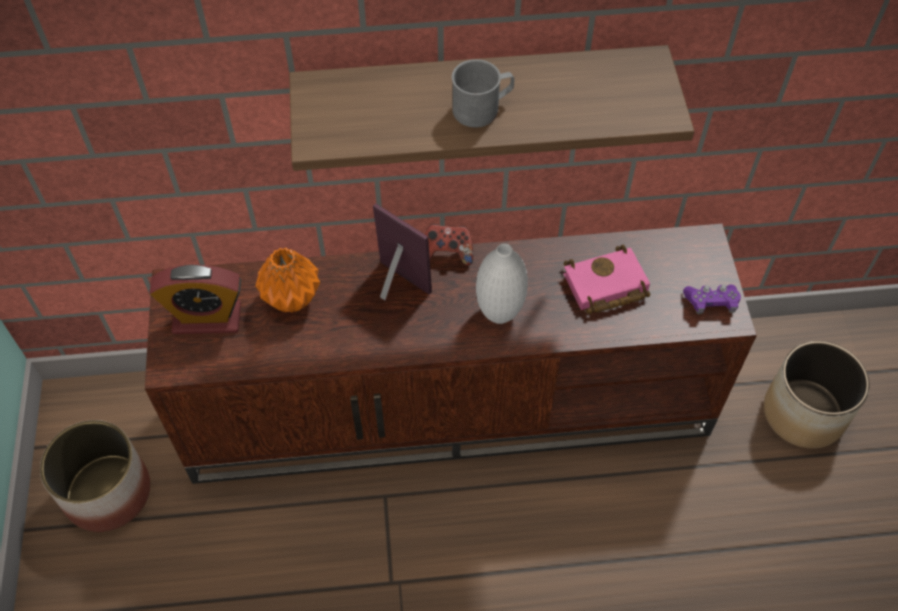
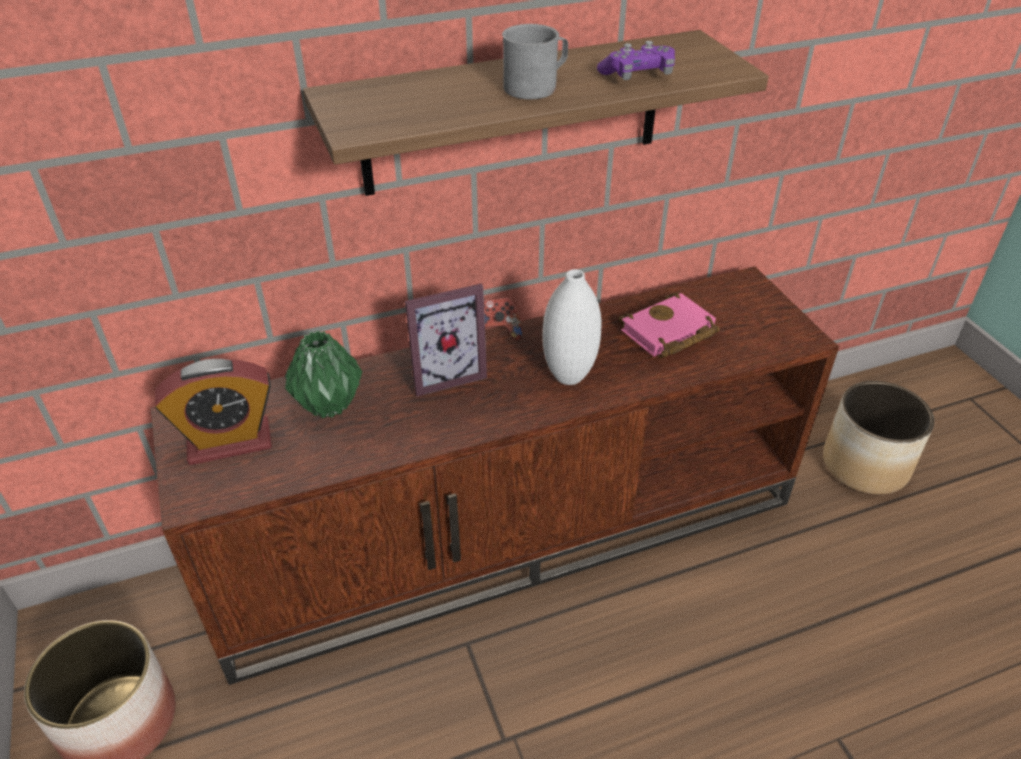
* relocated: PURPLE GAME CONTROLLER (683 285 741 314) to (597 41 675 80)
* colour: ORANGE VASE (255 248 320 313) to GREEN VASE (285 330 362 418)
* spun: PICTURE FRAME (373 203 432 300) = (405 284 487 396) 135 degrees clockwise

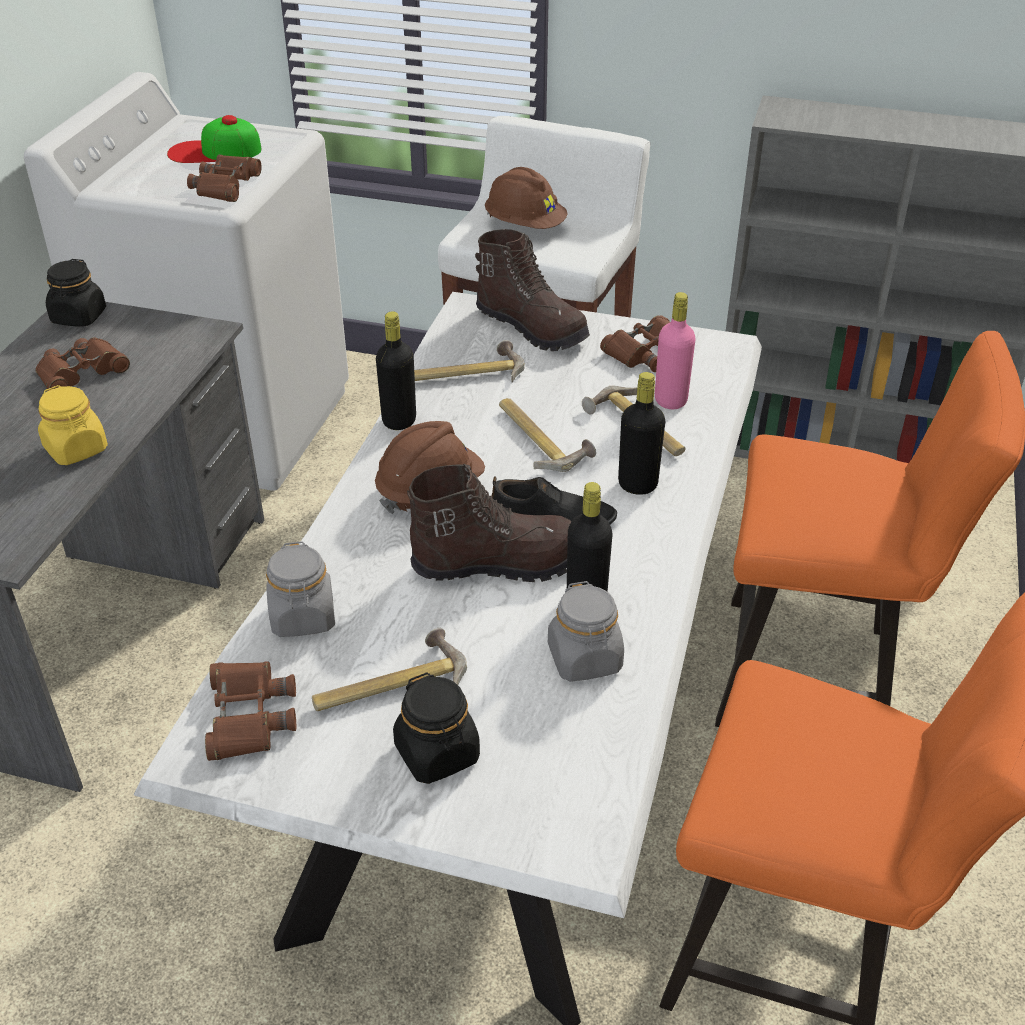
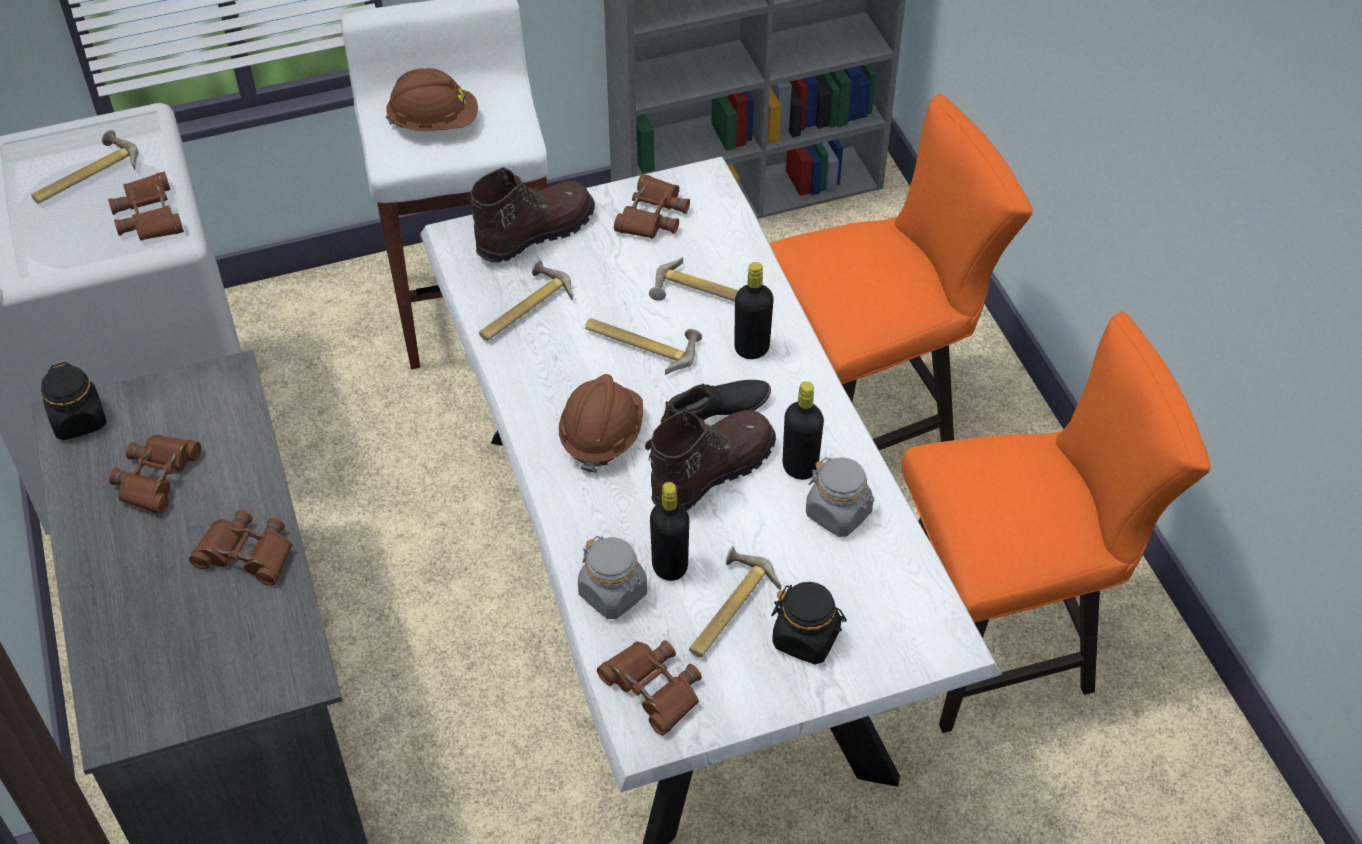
* missing: PINK BOTTLE (655 292 696 409)
* relocated: BLACK BOTTLE (376 311 416 430) to (650 482 689 581)
* exchanged: YELLOW JAR (38 385 108 465) to BROWN BINOCULARS (189 510 292 586)
* exchanged: CAP (167 115 261 163) to HAMMER (31 130 139 203)
* spun: BROWN BOOT (475 229 590 351) = (467 167 595 263) 45 degrees counterclockwise

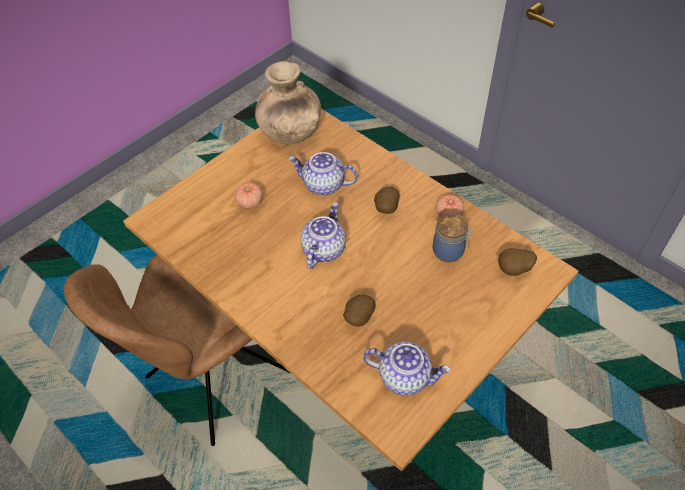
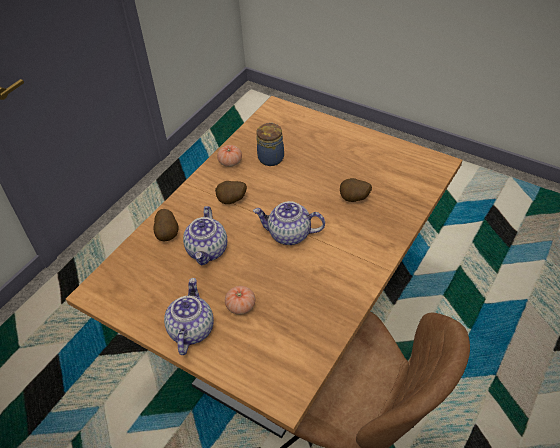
* missing: BROWN VASE (255 61 321 144)
* relocated: TEAPOT (363 342 451 396) to (164 278 214 355)
* relocated: POTATO (498 248 537 276) to (153 209 179 241)

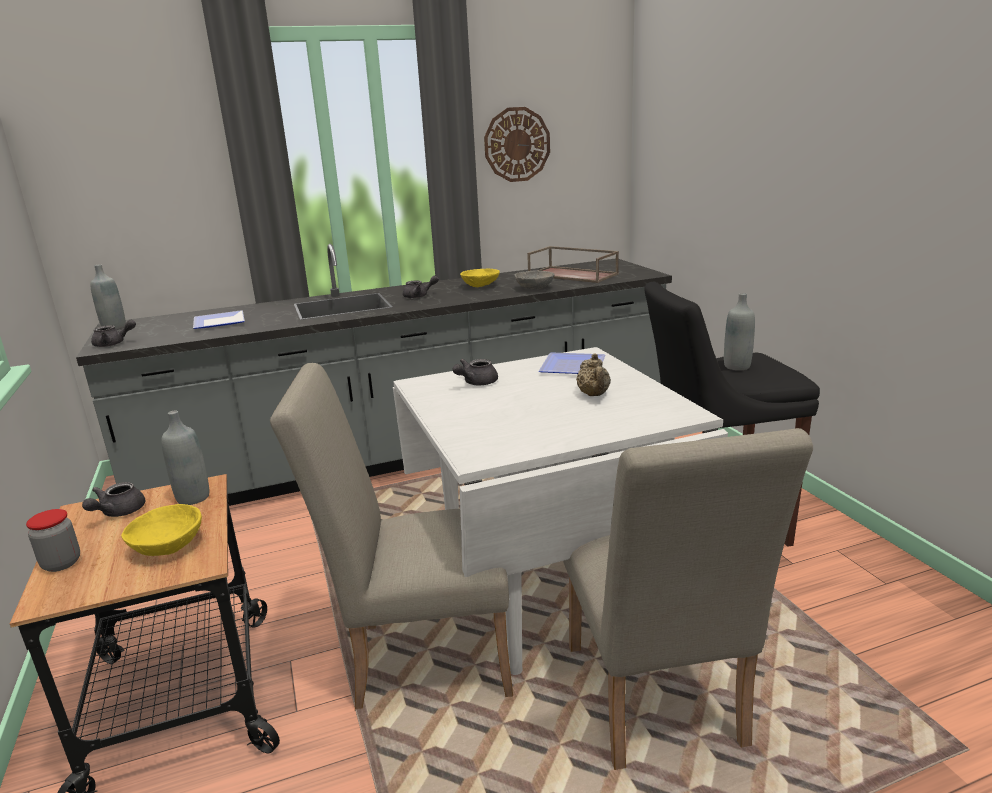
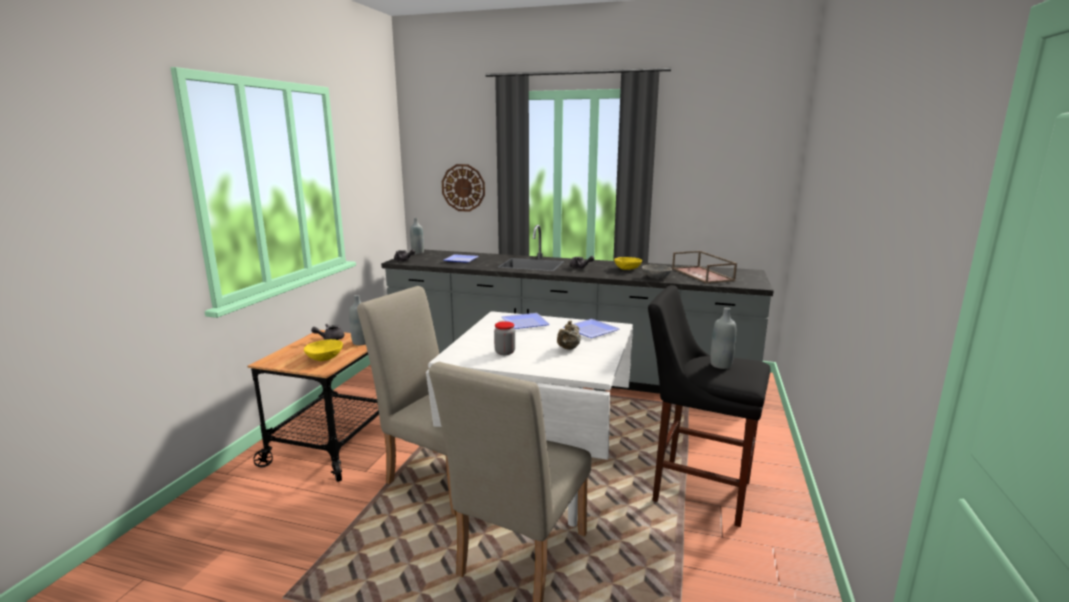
* relocated: JAR (26 509 80 572) to (494 321 515 355)
* relocated: WALL CLOCK (484 107 550 182) to (442 164 485 212)
* exchanged: GREY TEAPOT (452 359 498 385) to PLATE (502 313 550 329)

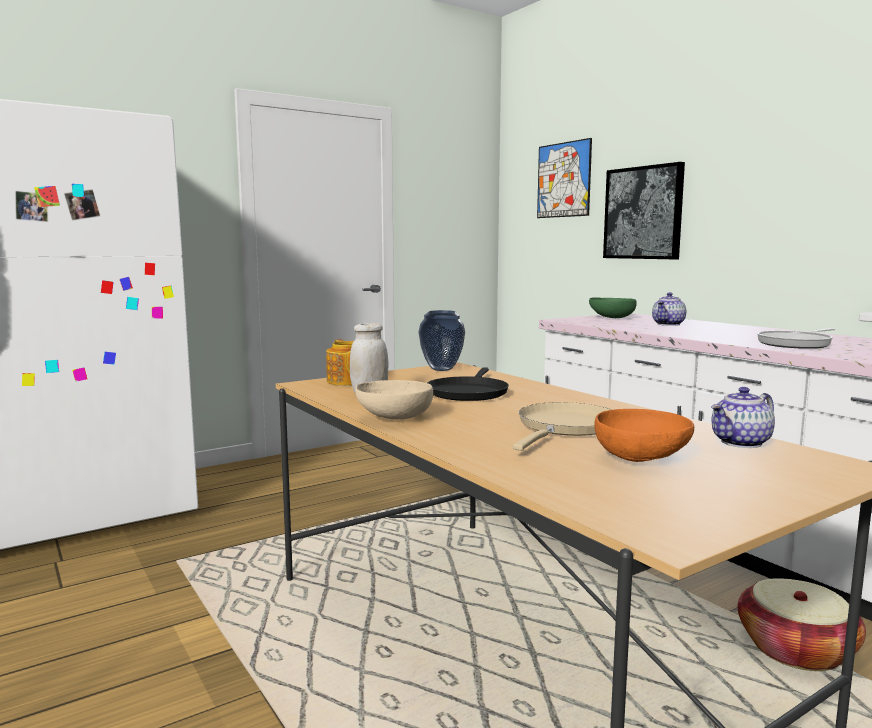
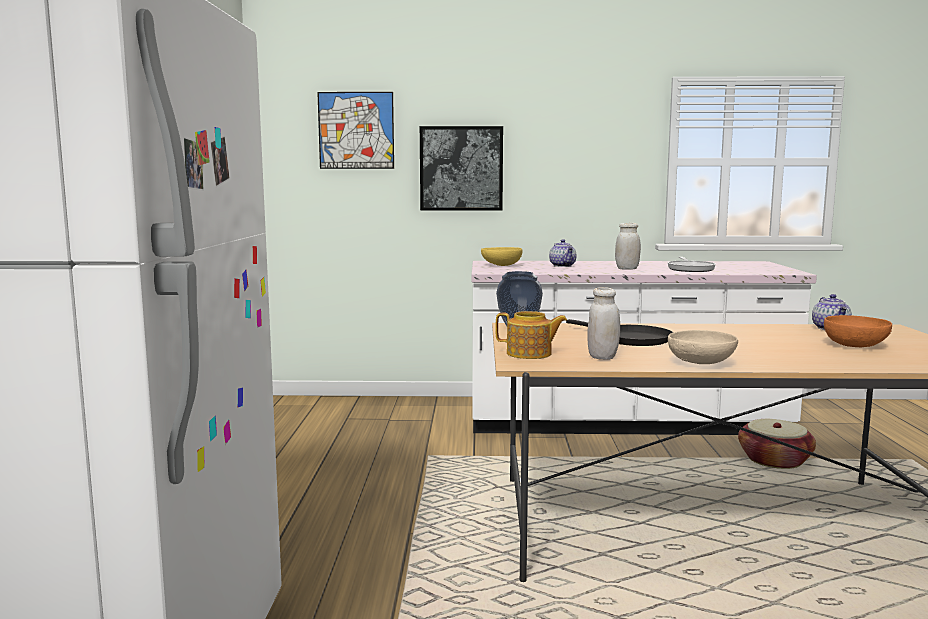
* missing: BEIGE FRYING PAN (513 402 611 451)
* appeared: WHITE JAR (615 223 641 270)
* colour: GREEN BOWL (589 297 637 318) to YELLOW BOWL (481 247 522 266)

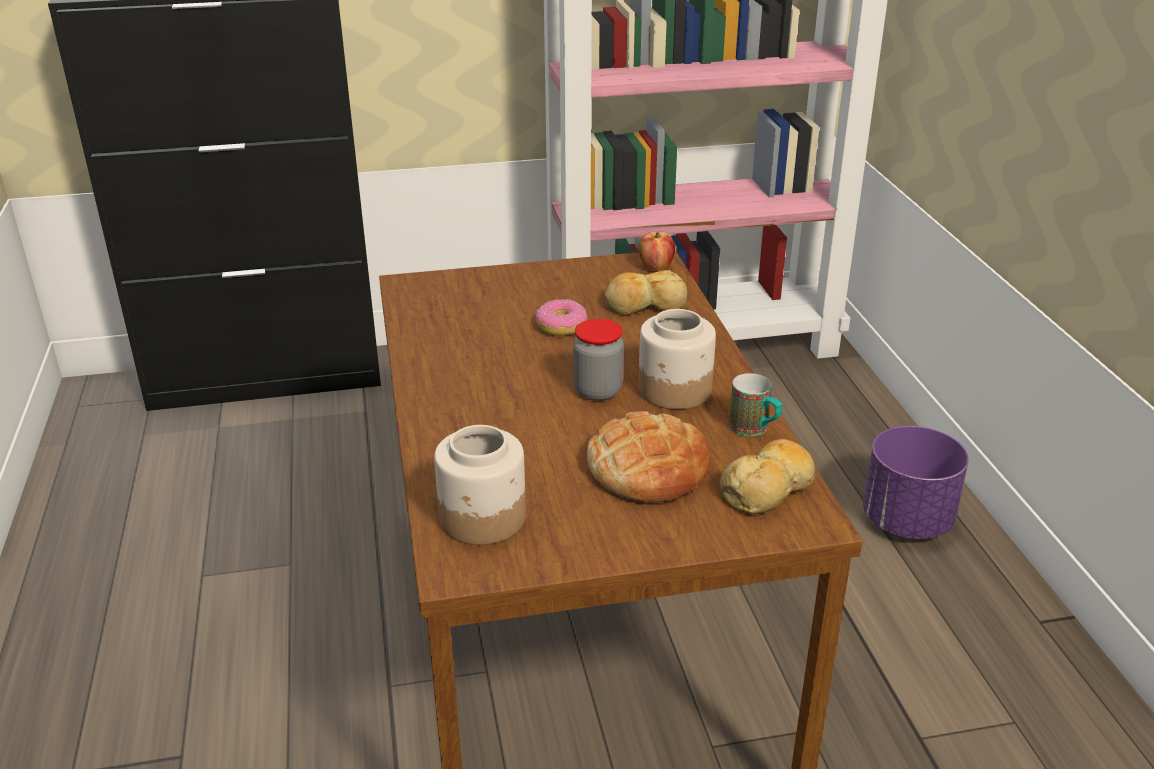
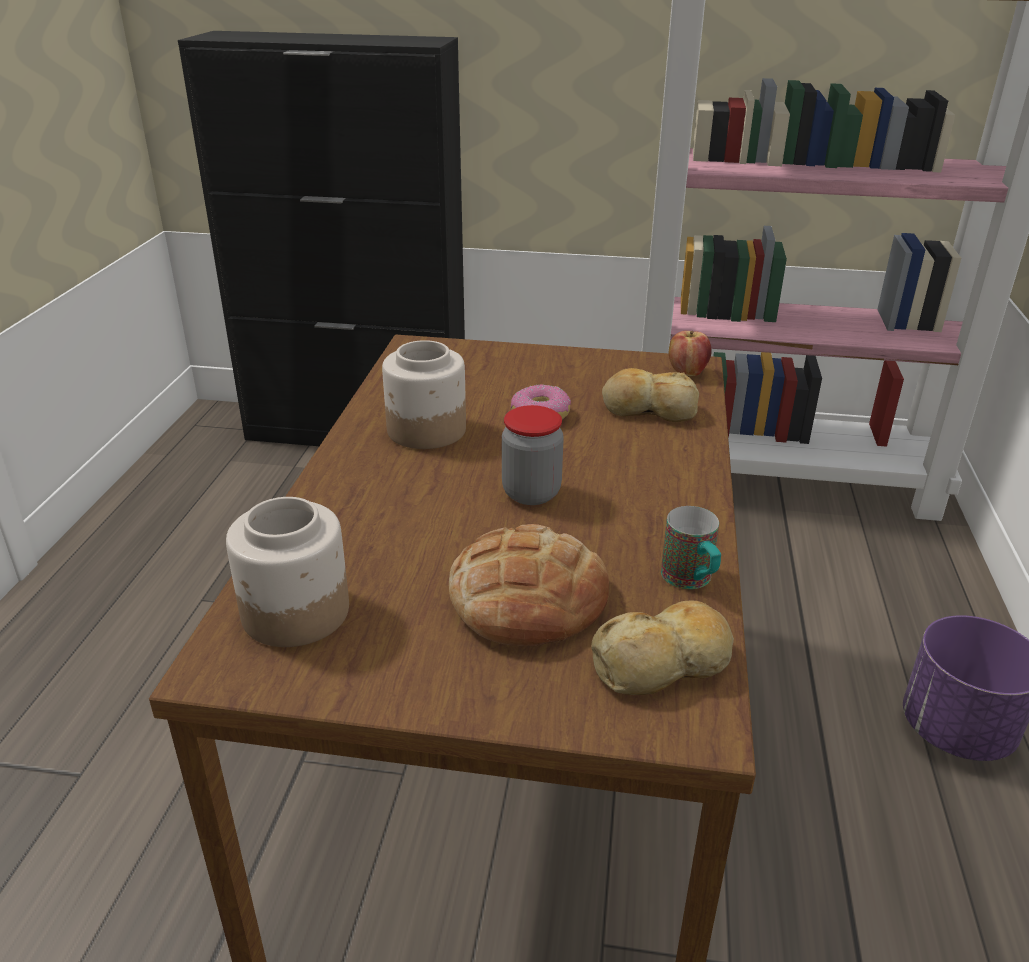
* relocated: JAR (639 309 716 409) to (382 340 466 449)

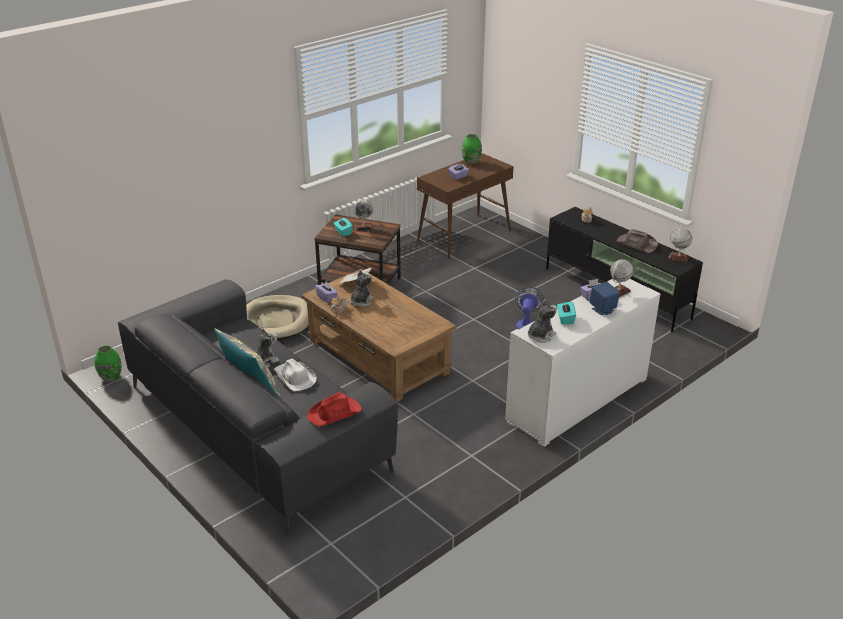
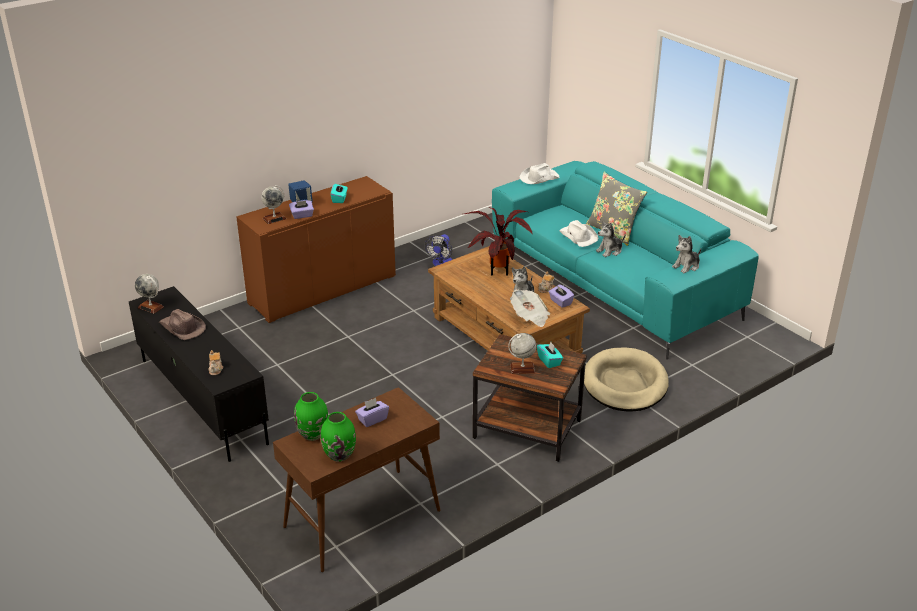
* appeared: POTTED PLANT (464 207 532 276)
* relocated: GREEN VASE (94 346 122 382) to (294 392 328 441)
* relocated: FAN (515 287 544 329) to (425 234 452 266)
* relocated: PLUSH TOY (528 300 557 343) to (672 235 701 273)
* colour: GREY SOFA (118 279 398 535) to TURQUOISE SOFA (492 161 759 360)
* colour: RED HAT (307 392 362 426) to WHITE HAT (519 163 560 184)
* colour: WHITE CABINET (505 279 661 447) to BROWN CABINET (236 176 396 323)

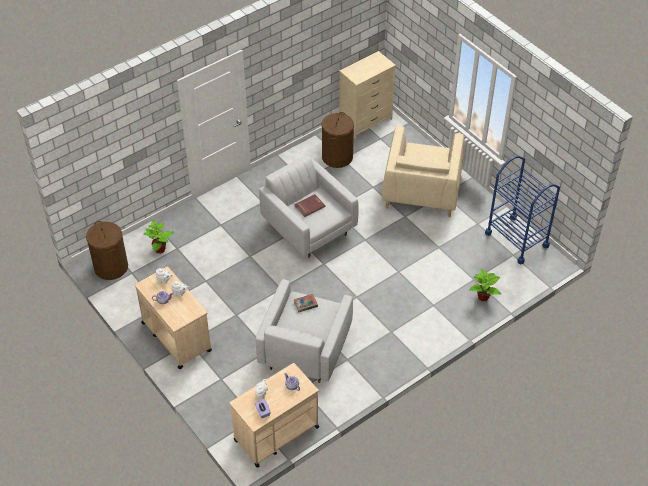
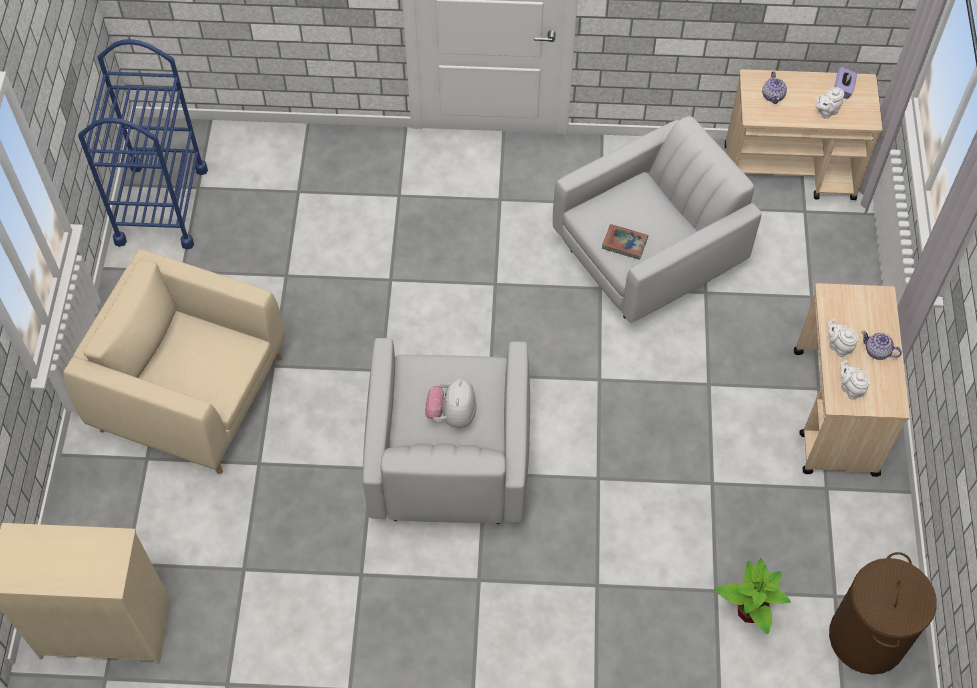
* missing: BROWN LAUNDRY BASKET (322 112 354 168)
* missing: POTTED PLANT (469 269 501 301)
* exchanged: RED BOOK (295 194 325 217) to PLUSH TOY (425 378 477 428)
* spun: BEIGE ARMCHAIR (382 126 464 217) = (63 249 286 474) 120 degrees counterclockwise

